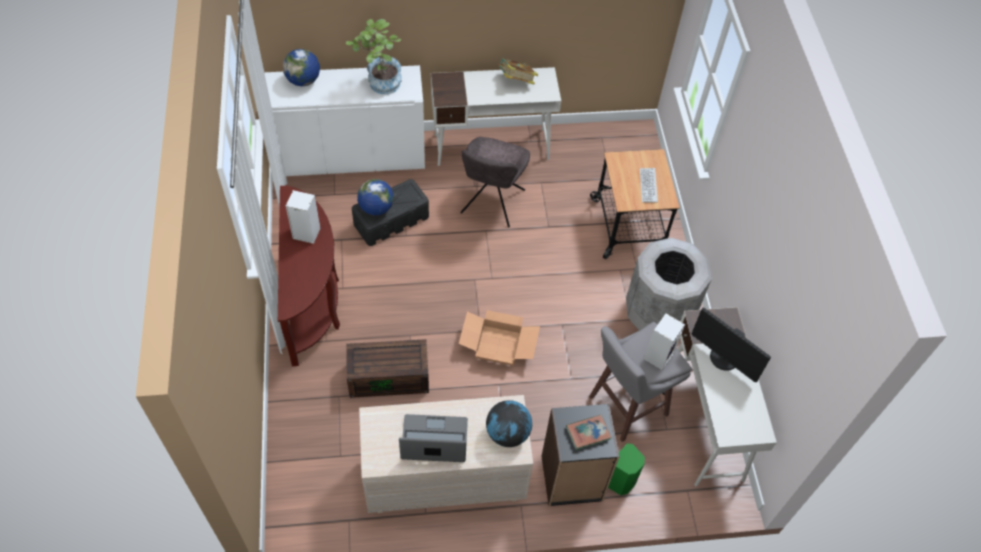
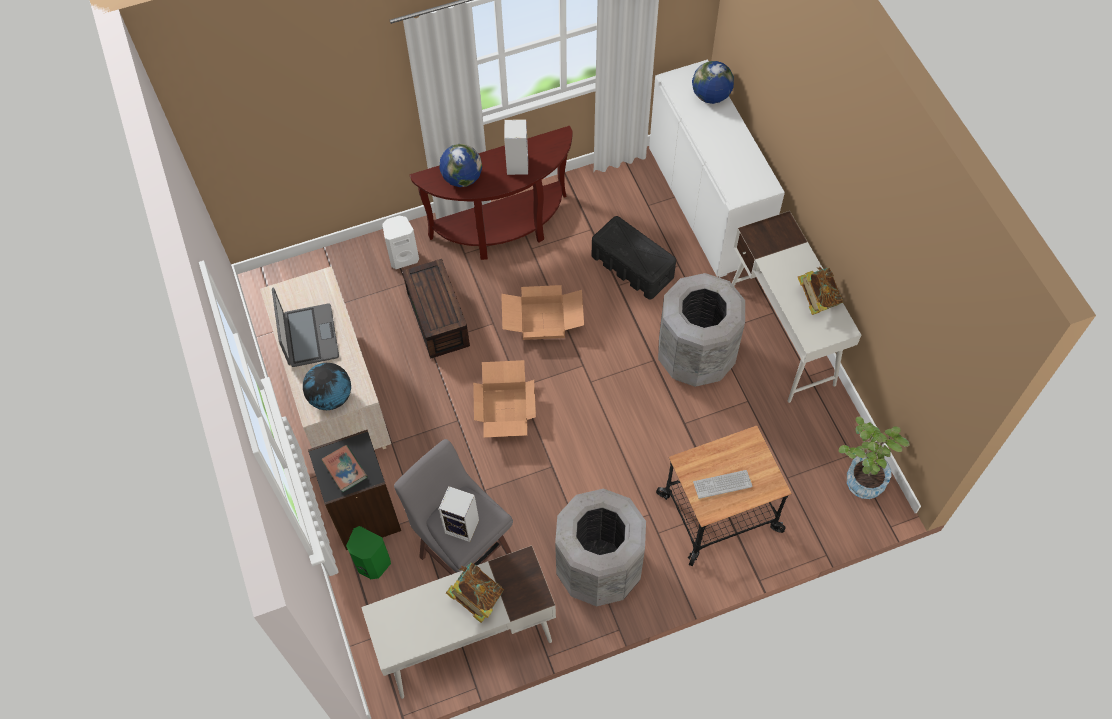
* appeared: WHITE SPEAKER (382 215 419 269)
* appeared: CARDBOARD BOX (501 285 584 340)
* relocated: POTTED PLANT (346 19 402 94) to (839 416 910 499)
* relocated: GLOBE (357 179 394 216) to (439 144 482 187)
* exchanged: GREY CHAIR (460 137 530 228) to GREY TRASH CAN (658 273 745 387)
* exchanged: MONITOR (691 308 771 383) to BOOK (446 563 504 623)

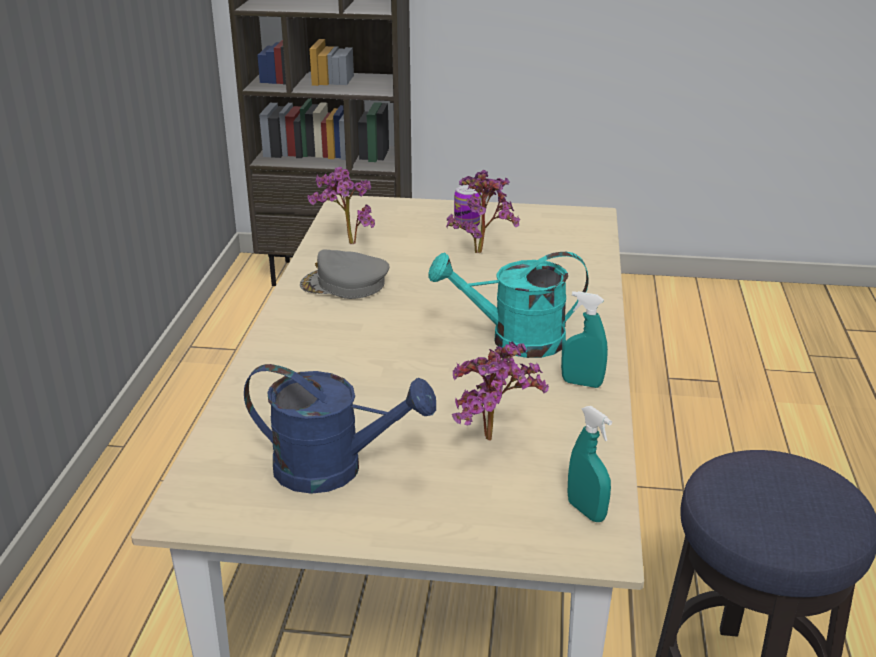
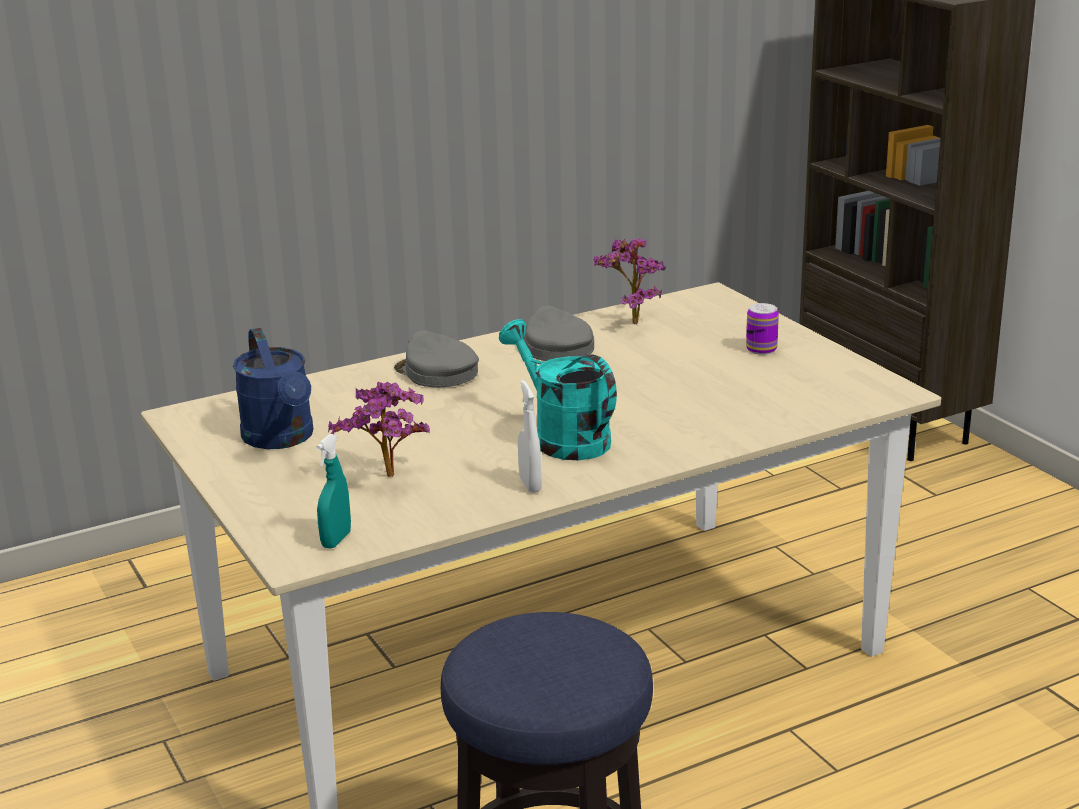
* missing: POTTED PLANT (446 170 520 253)
* appeared: GREY CAP (394 330 479 387)
* colour: TURQUOISE SPRAY BOTTLE (561 291 608 388) to WHITE SPRAY BOTTLE (518 380 542 493)

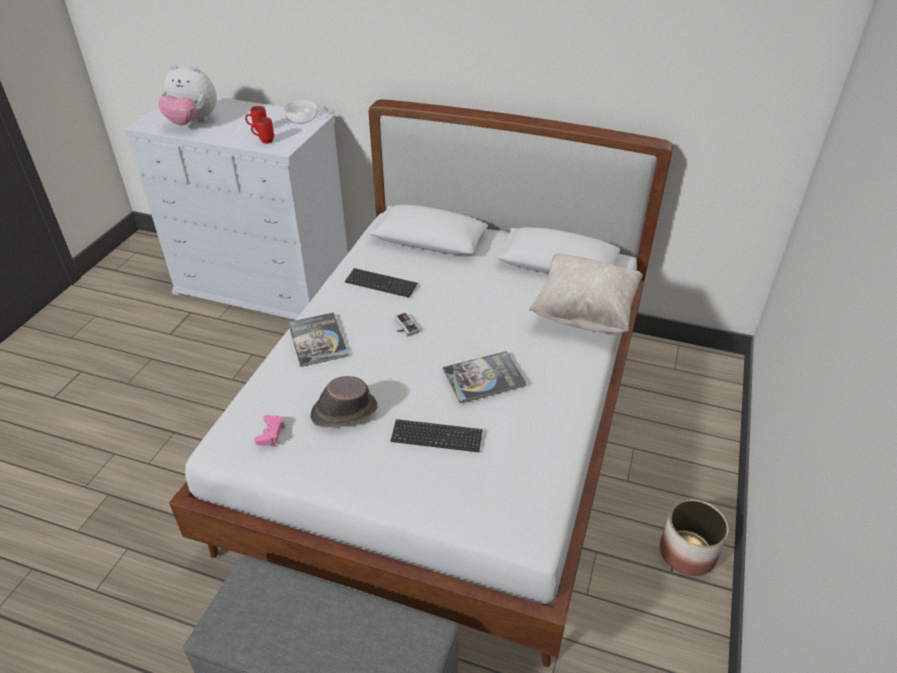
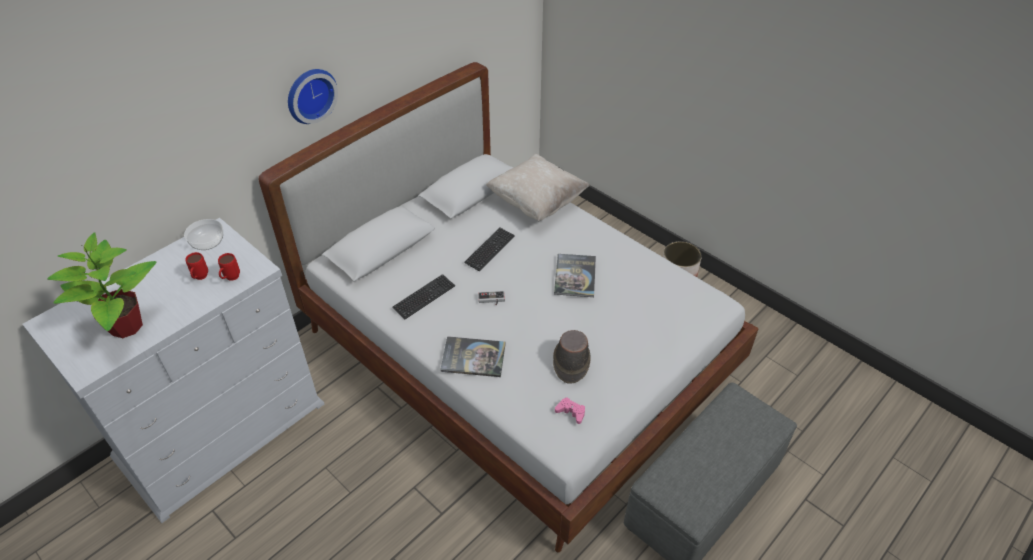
* appeared: WALL CLOCK (288 69 338 124)
* relocated: KEYBOARD (391 419 483 452) to (465 228 515 272)
* exchanged: PLUSH TOY (158 64 217 125) to POTTED PLANT (47 232 156 338)

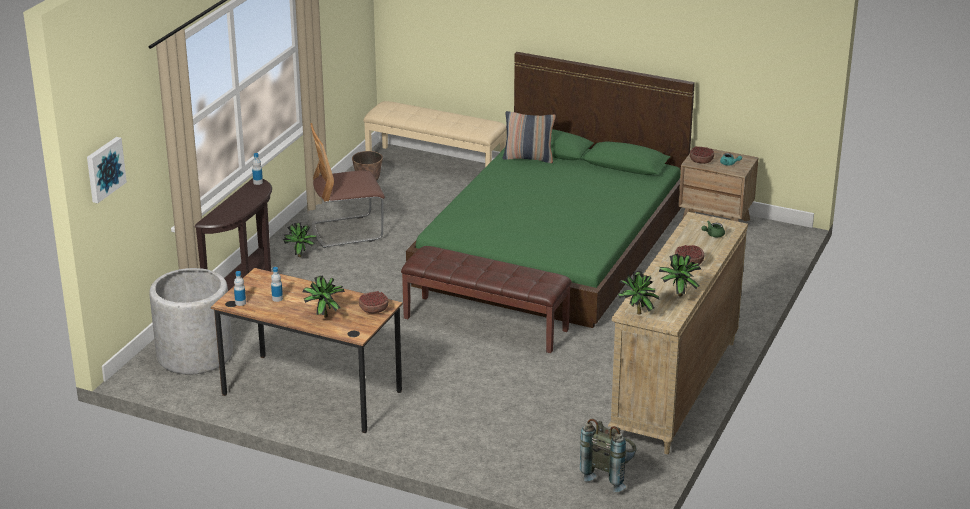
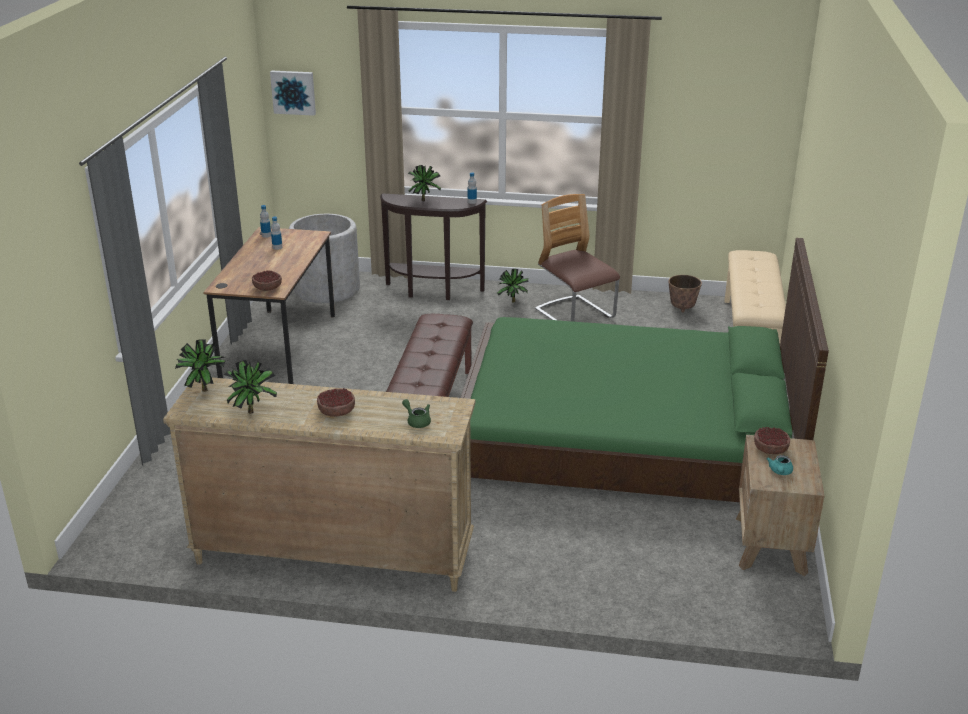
* missing: PILLOW (503 111 556 163)
* missing: GREY BACKPACK (580 419 636 492)
* relocated: POTTED PLANT (303 275 345 317) to (408 165 441 201)

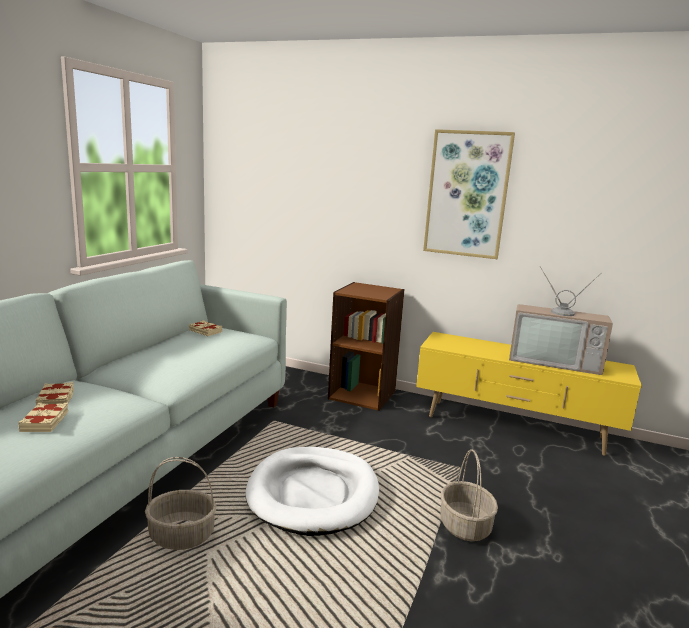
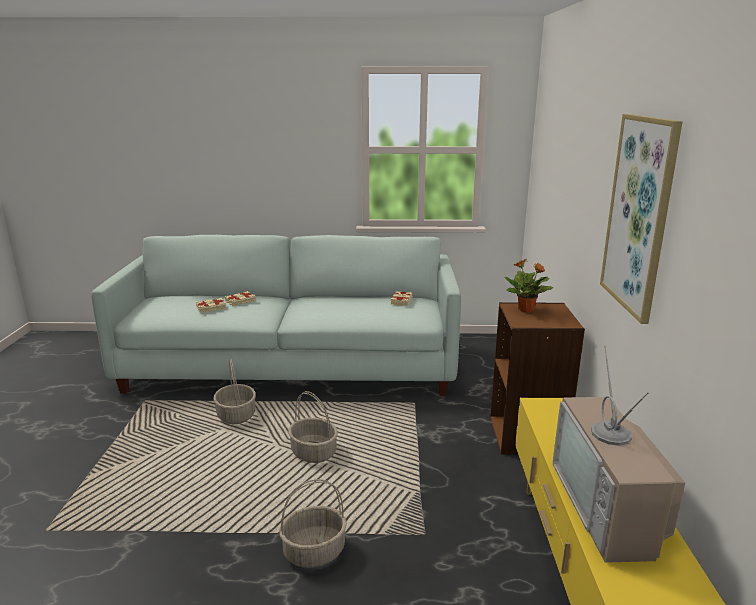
* appeared: POTTED PLANT (505 259 553 313)
* exchanged: WHITE DOG BED (245 447 379 536) to BASKET (288 391 338 463)

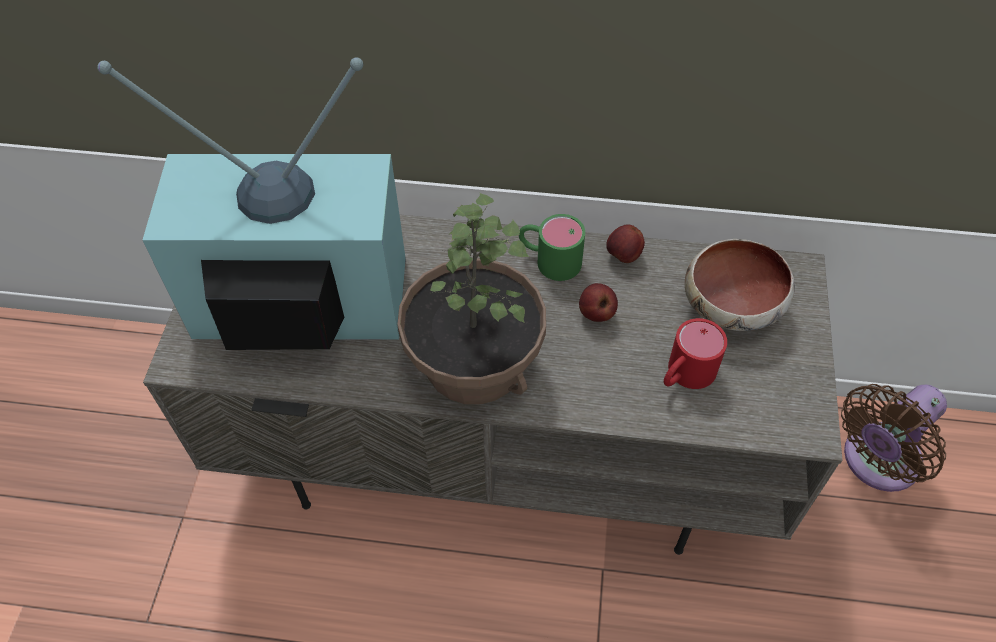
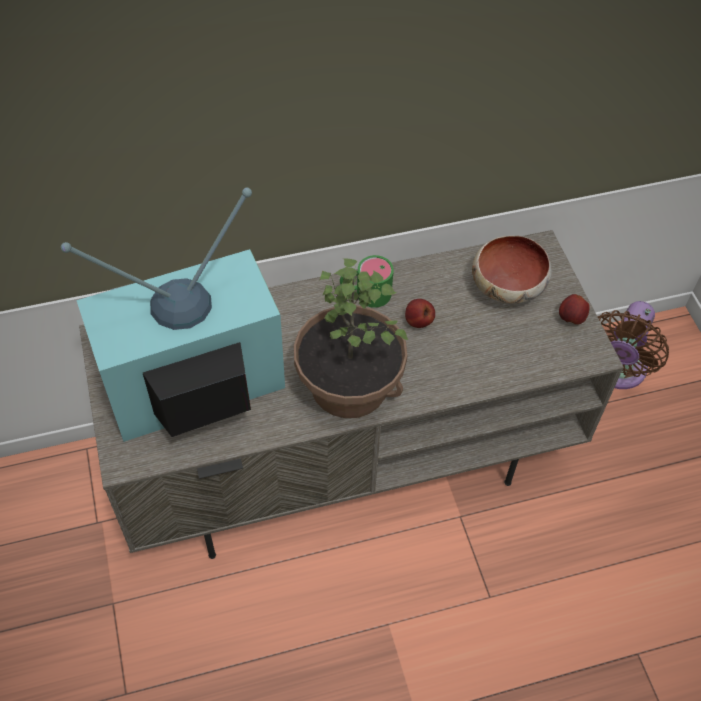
* missing: RED MUG (664 318 727 389)
* relocated: APPLE (606 224 645 263) to (559 294 590 325)

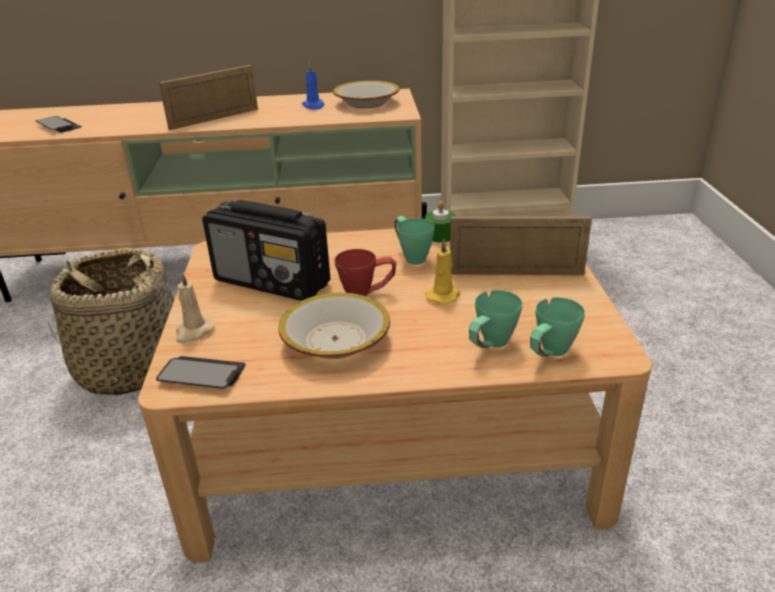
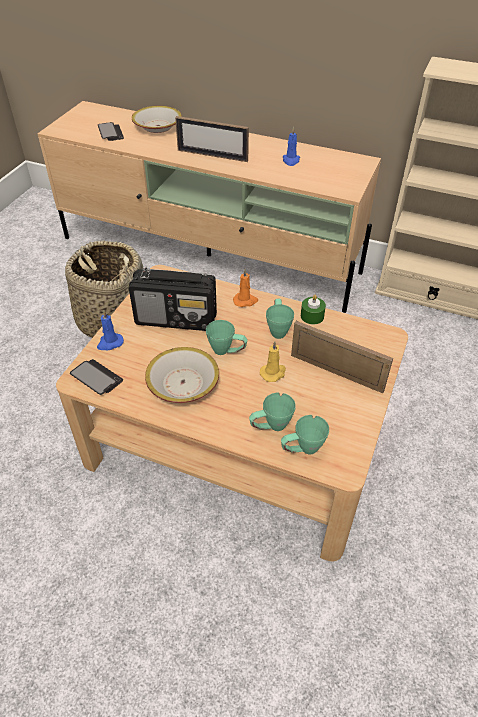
* appeared: ORANGE CANDLE (233 269 258 307)
* relocated: BOWL (333 81 400 108) to (132 106 182 133)
* colour: BEIGE CANDLE (176 272 215 344) to BLUE CANDLE (97 311 124 350)
* colour: RED MUG (334 249 397 296) to GREEN MUG (206 320 248 355)
* spun: PICTURE FRAME (159 65 258 130) = (175 116 249 162) 150 degrees counterclockwise
* spun: RADIO (202 200 330 301) = (129 268 217 331) 45 degrees counterclockwise

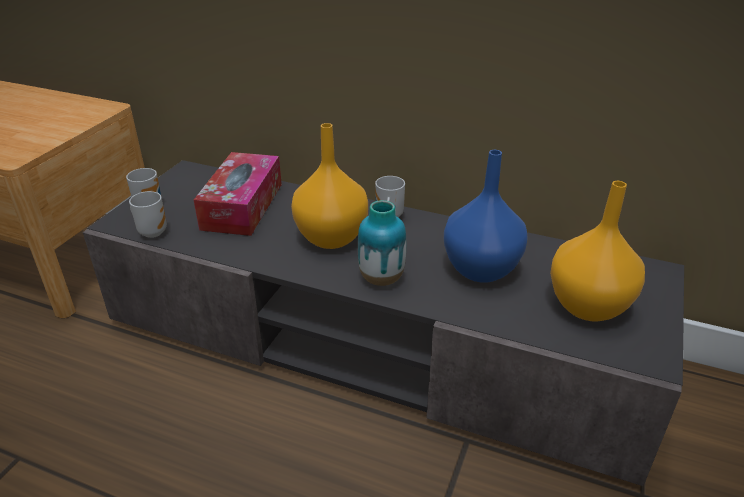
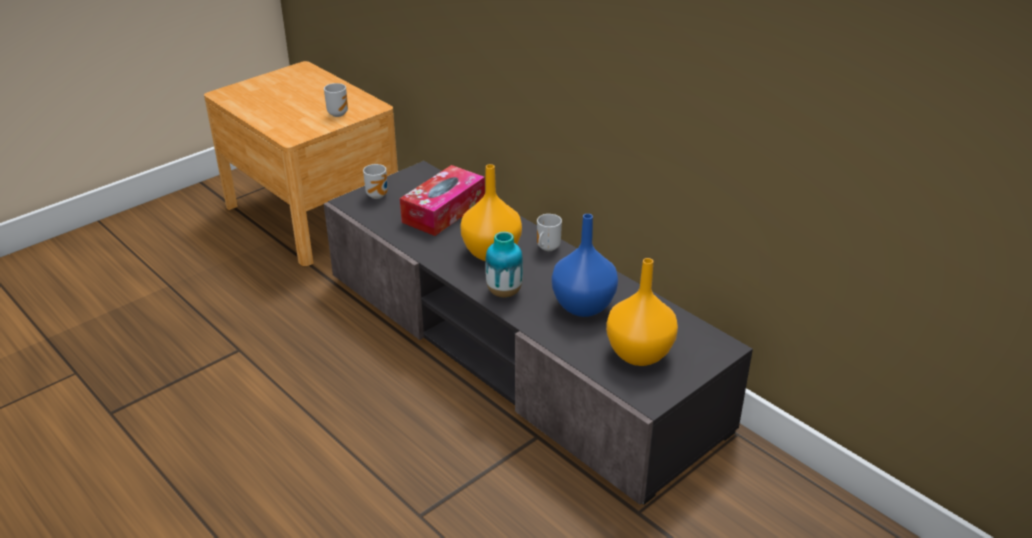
* relocated: MUG (129 191 167 238) to (324 83 348 117)

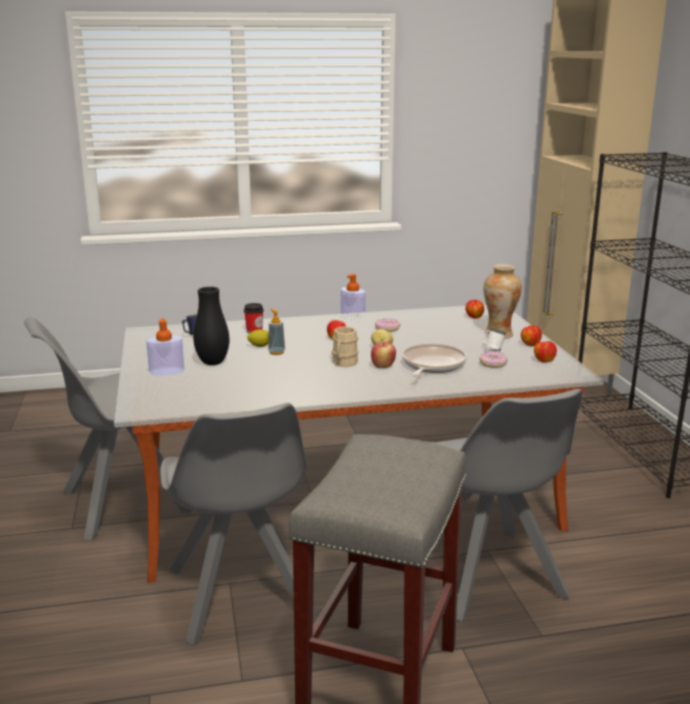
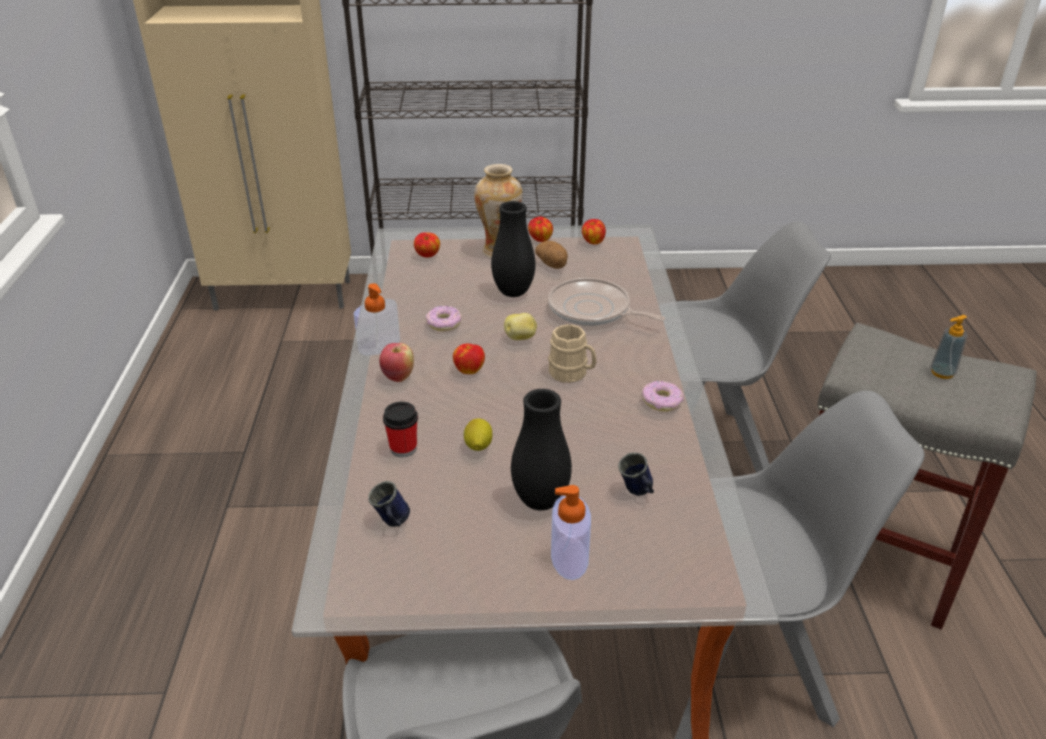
* appeared: BLACK VASE (491 201 535 297)
* appeared: BLUE MUG (618 452 654 496)
* relocated: SOAP DISPENSER (268 309 285 355) to (930 315 968 379)
* relocated: APPLE (371 342 396 368) to (379 343 414 382)
* relocated: DONUT (479 351 508 368) to (642 381 684 412)
* exchanged: WHITE MUG (483 328 507 352) to POTATO (535 241 568 269)

